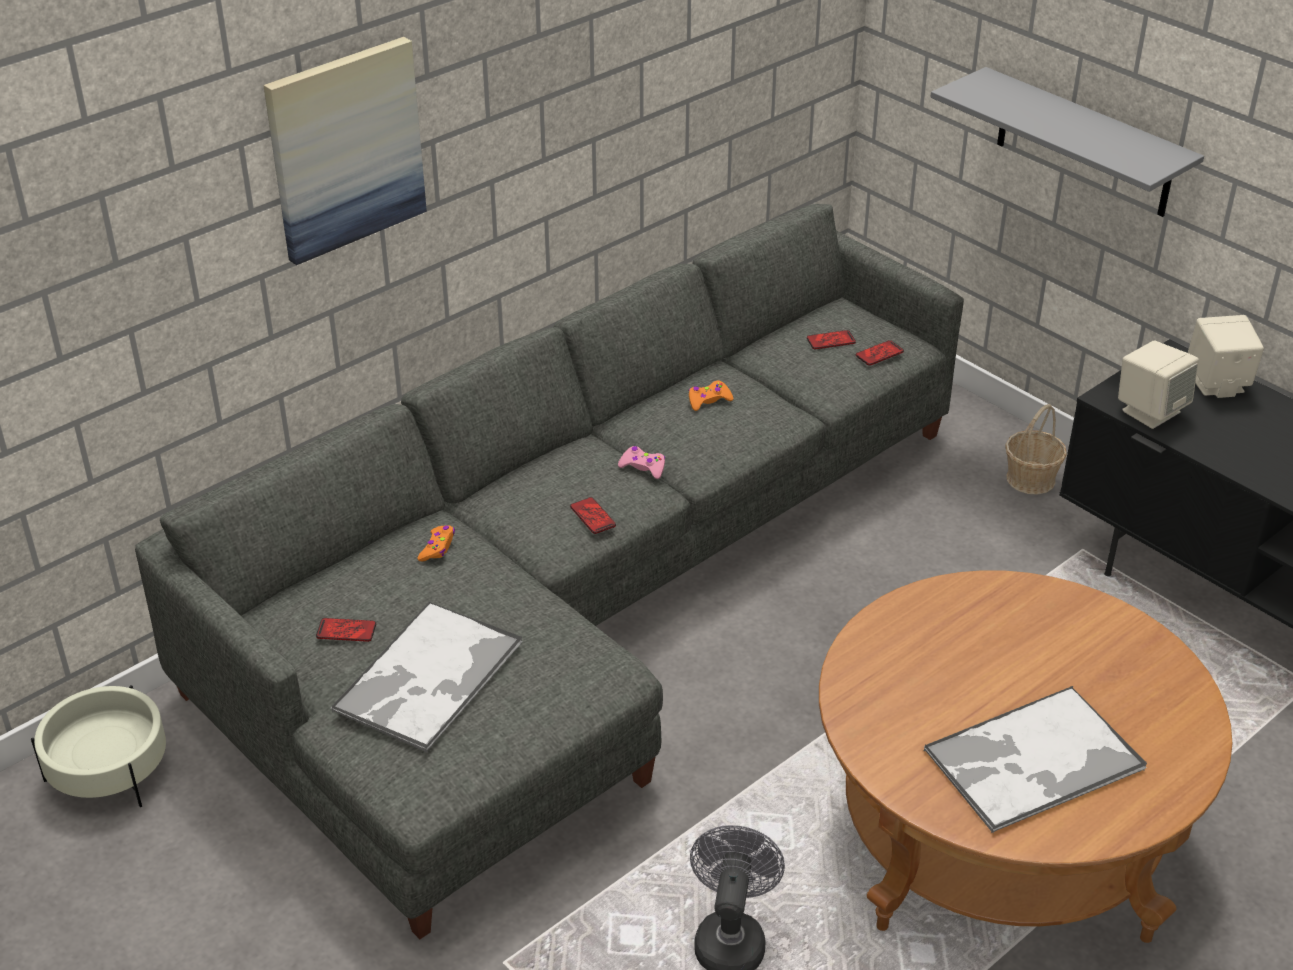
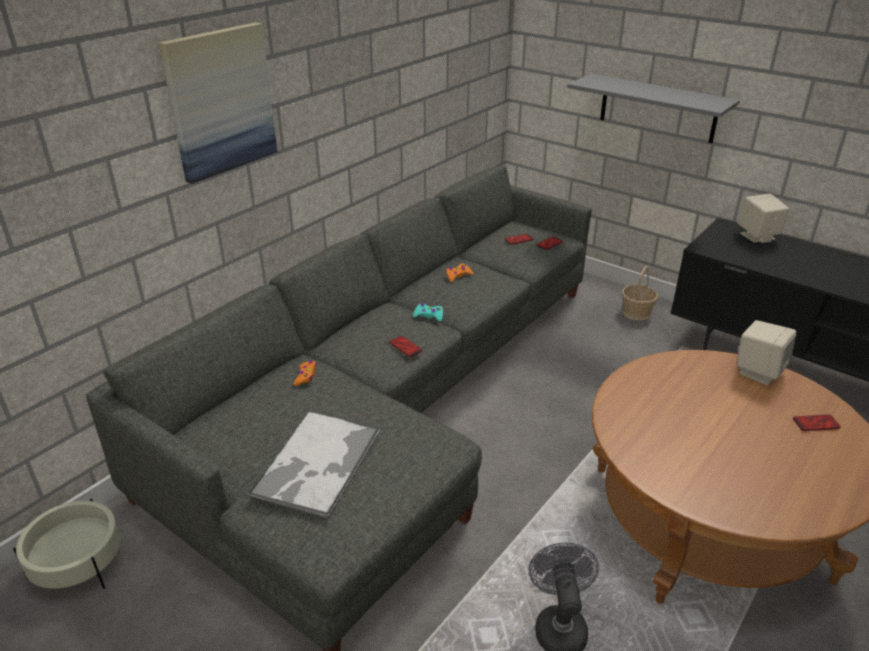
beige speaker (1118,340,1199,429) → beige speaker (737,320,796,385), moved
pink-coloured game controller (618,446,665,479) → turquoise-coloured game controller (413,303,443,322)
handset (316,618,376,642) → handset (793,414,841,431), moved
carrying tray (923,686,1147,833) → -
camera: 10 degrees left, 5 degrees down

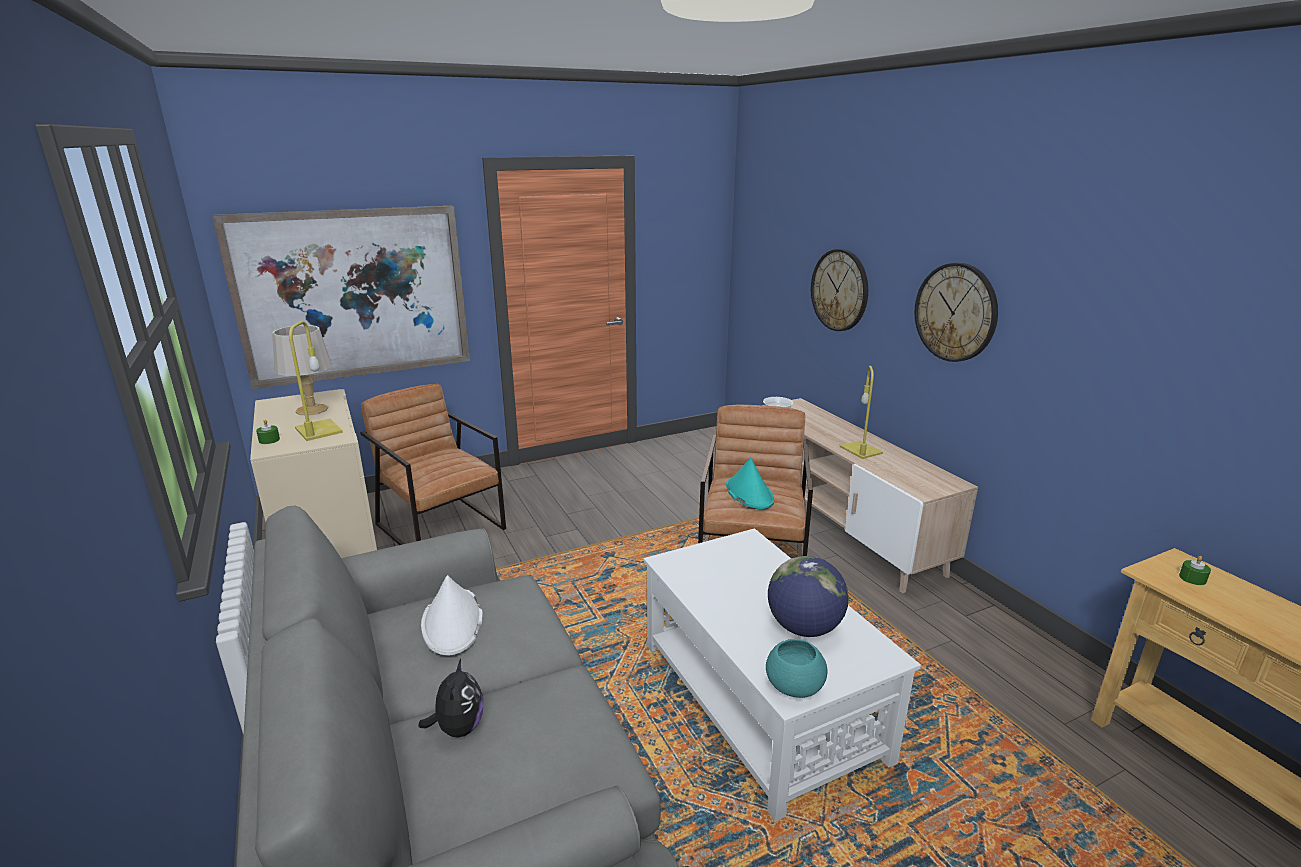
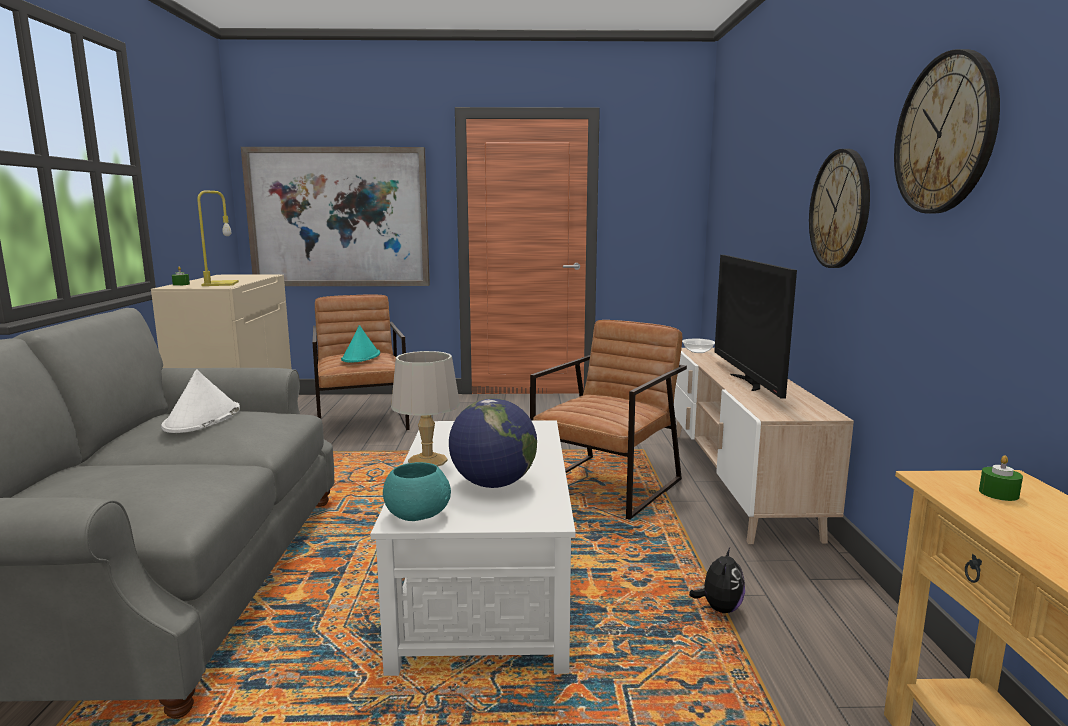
clock on the wall (811,249,868,331) → clock on the wall (894,49,1000,214), moved
gray tabletop lamp (272,325,332,416) → gray tabletop lamp (391,351,460,466), moved
yellow tabletop lamp (840,366,883,459) → television (714,255,797,399)
turquoise-coloured wearable hat (726,458,774,509) → turquoise-coloured wearable hat (341,325,380,363), moved
plush toy (418,659,483,738) → plush toy (689,546,745,613), moved
camera: 25 degrees right, 10 degrees down

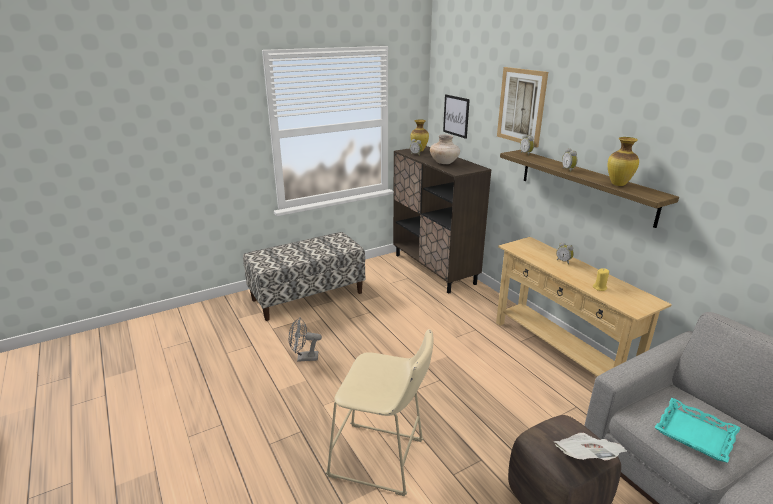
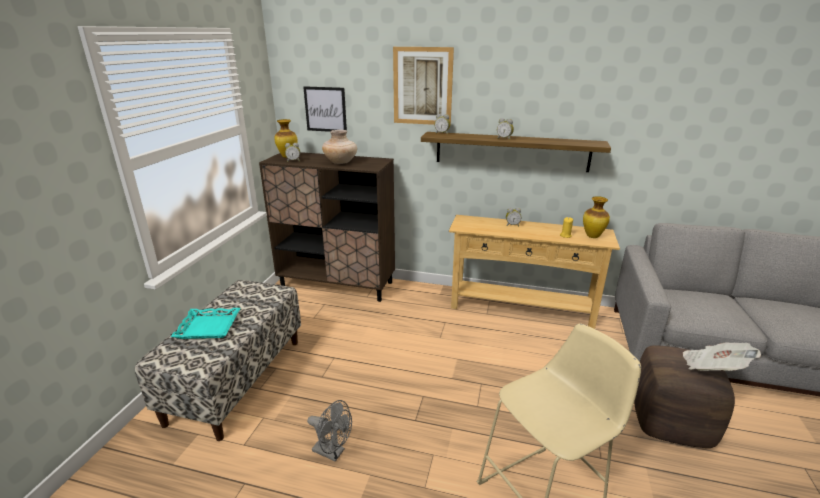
vase (607,137,639,186) → vase (583,196,610,238), moved
gray electric fan (289,318,322,362) → gray electric fan (307,400,352,462), 105 degrees counterclockwise
turquoise-coloured carrying tray (655,398,740,463) → turquoise-coloured carrying tray (171,308,241,339), moved
camera: 45 degrees left, 0 degrees up

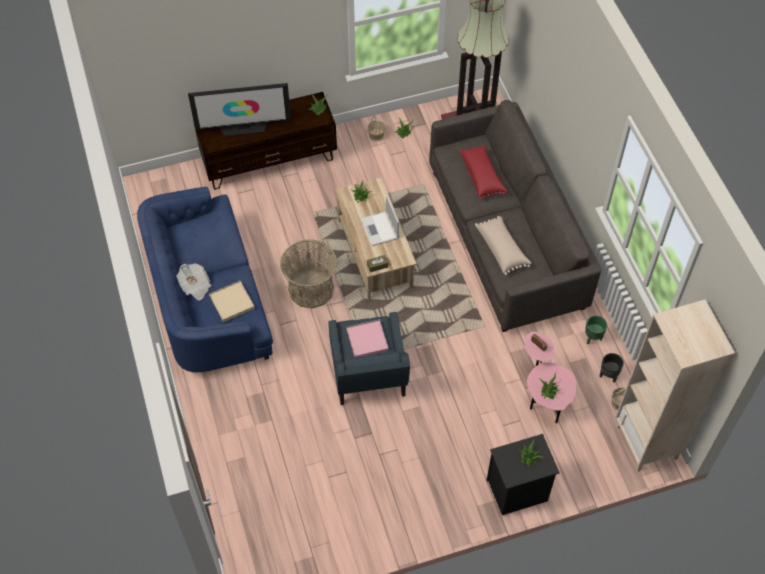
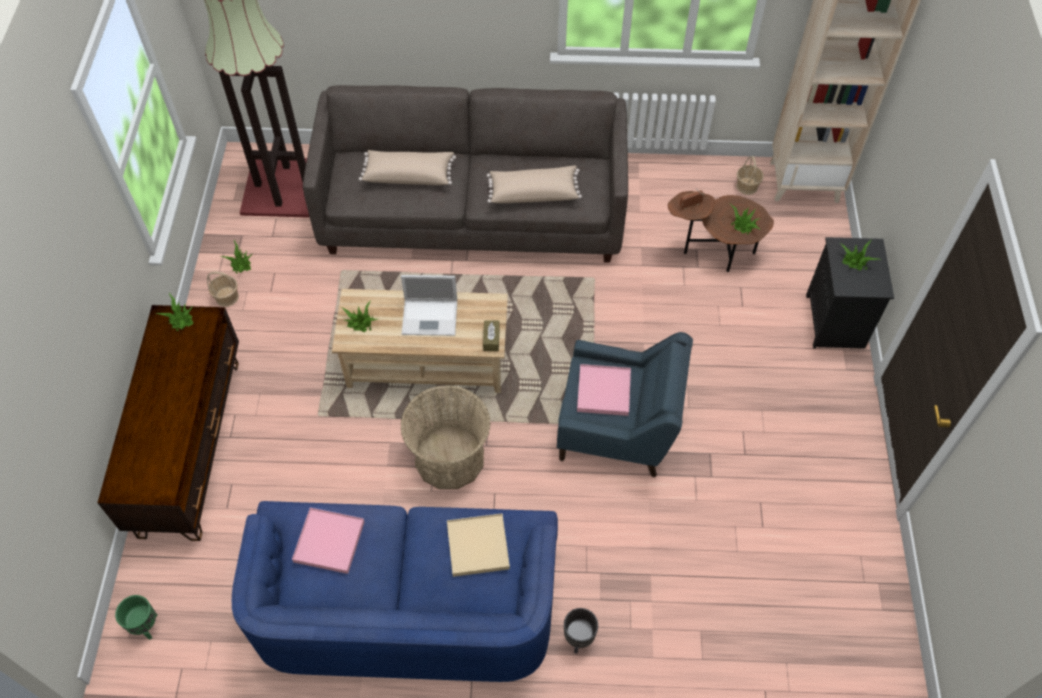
television (188,83,291,136) → -
red throw pillow (459,145,507,200) → beige throw pillow (359,150,456,185)
newspaper (176,263,212,300) → -
green-coloured planter (585,315,607,344) → green-coloured planter (115,595,157,640), moved
pink-coloured end table (525,332,576,423) → brown-coloured end table (668,191,774,272)
blackish planter (599,353,624,382) → blackish planter (564,608,598,653), moved
- → pink-coloured carrying tray (292,508,364,574)
camera: 70 degrees left, 0 degrees up

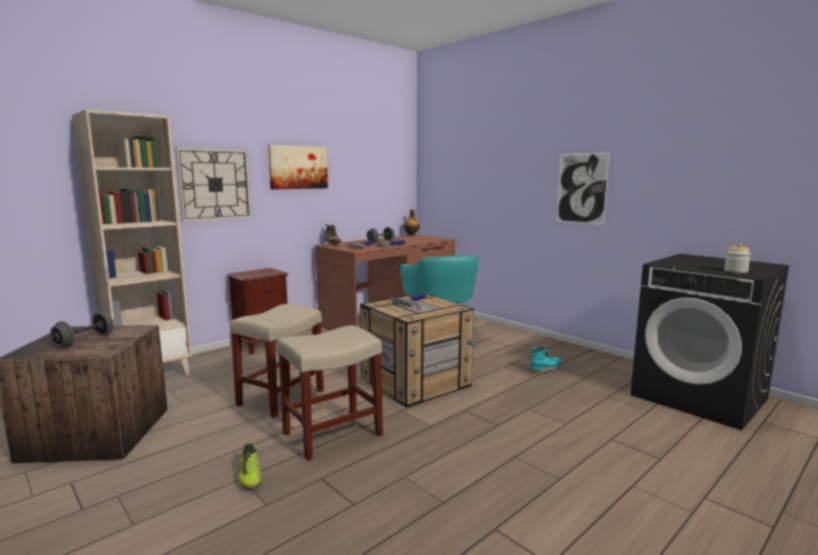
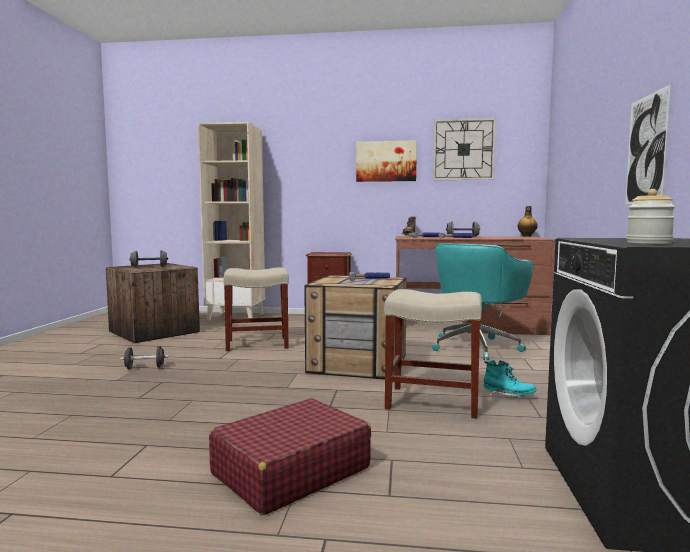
clock on the wall (175,148,252,222) → clock on the wall (433,118,496,180), moved
beige stool (277,325,383,461) → beige stool (384,289,482,419), moved
shoe (238,443,262,489) → blackish dumbbell (120,346,169,369)
- → red suitcase (209,398,371,515)
camera: 50 degrees right, 5 degrees down

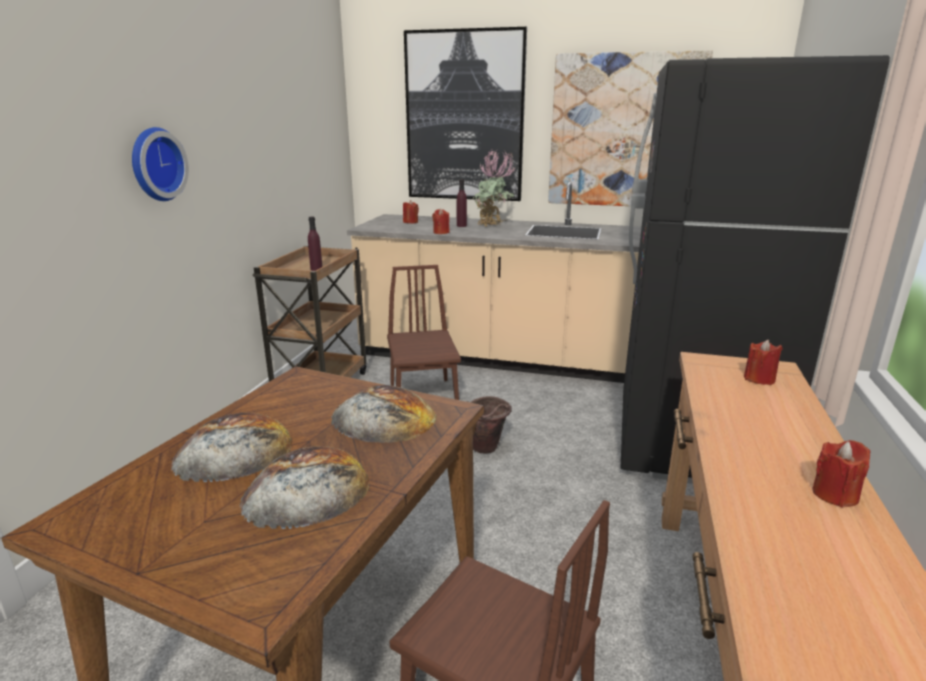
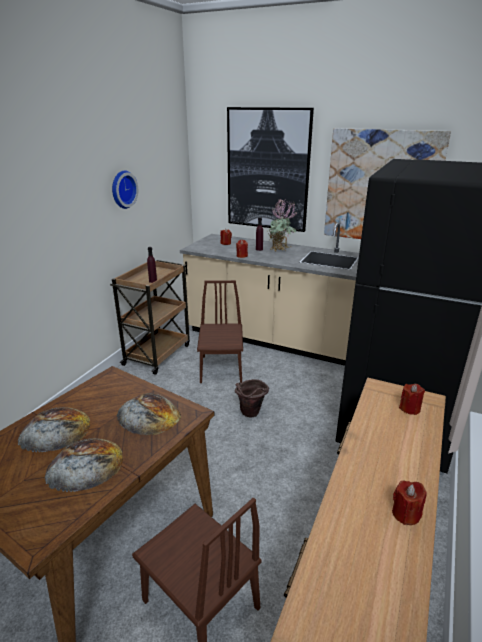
clock on the wall (132,127,189,201) → clock on the wall (112,170,138,209), moved
camera: 10 degrees right, 5 degrees up

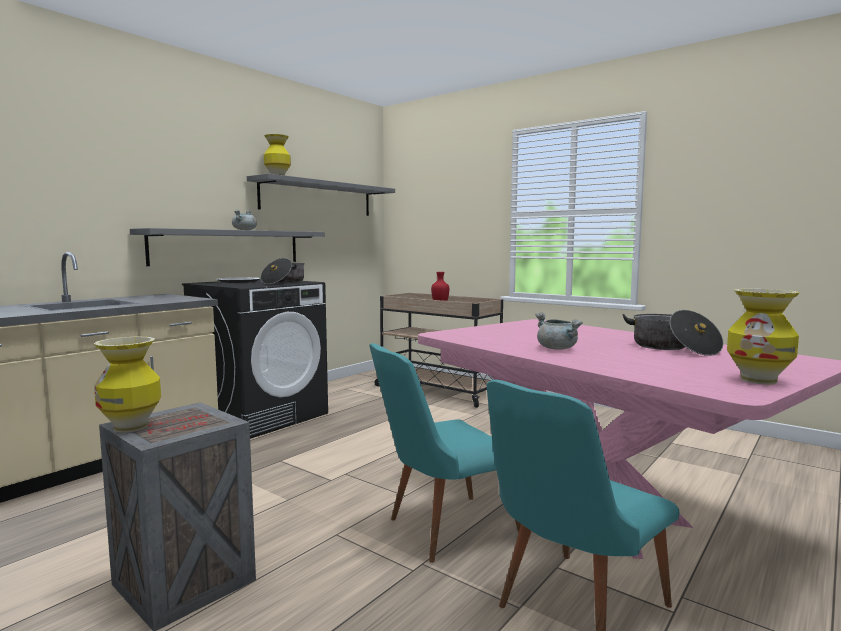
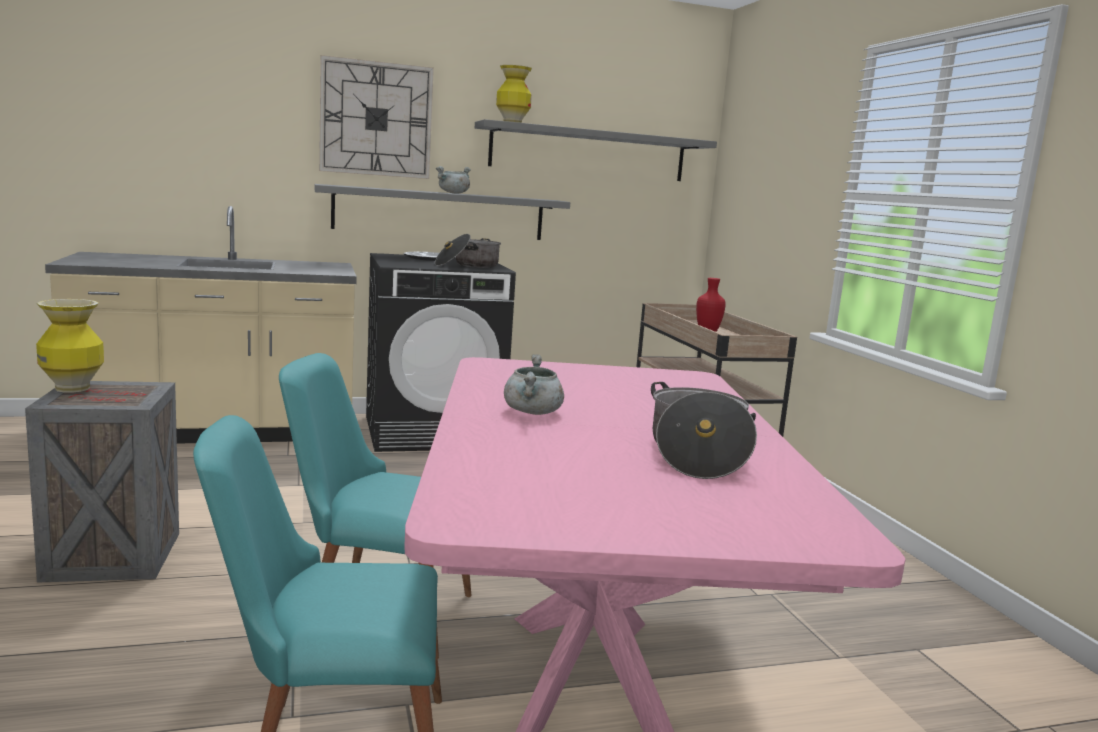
vase (727,289,800,385) → -
- → clock on the wall (319,55,434,179)
camera: 35 degrees right, 5 degrees up

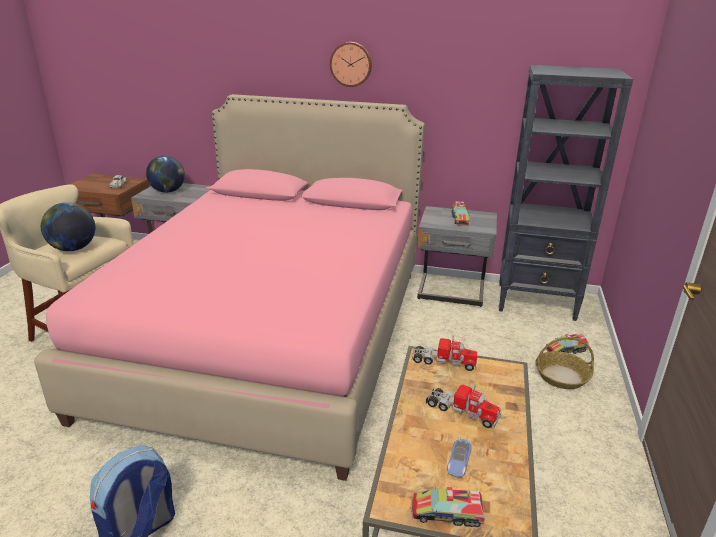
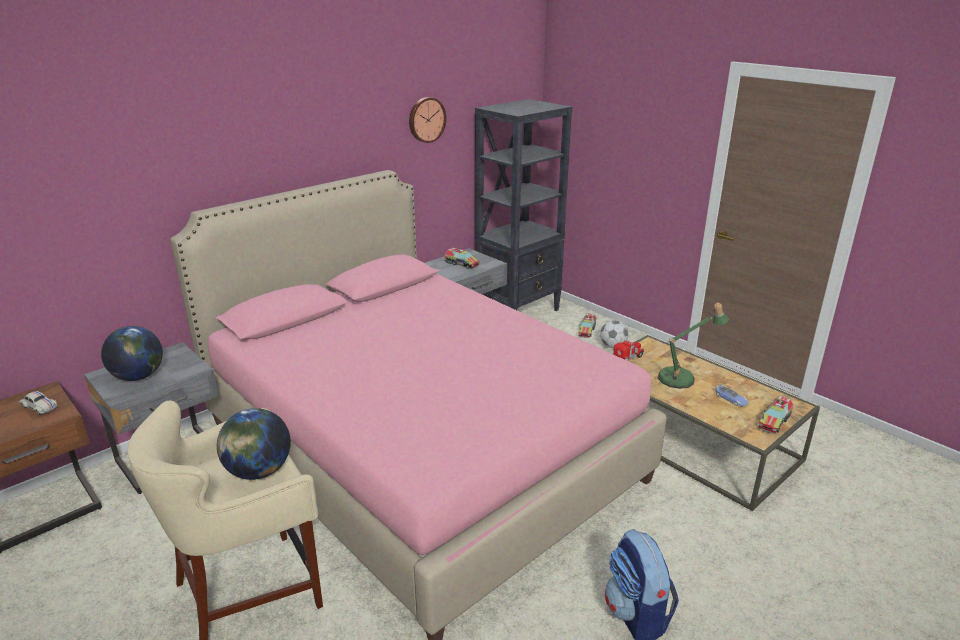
clock on the wall (330,42,372,87) → clock on the wall (409,97,446,143), moved
basket (535,337,594,389) → football ball (600,320,629,348)
toy truck (426,384,501,428) → tabletop lamp (658,302,729,389)
camera: 55 degrees left, 0 degrees up

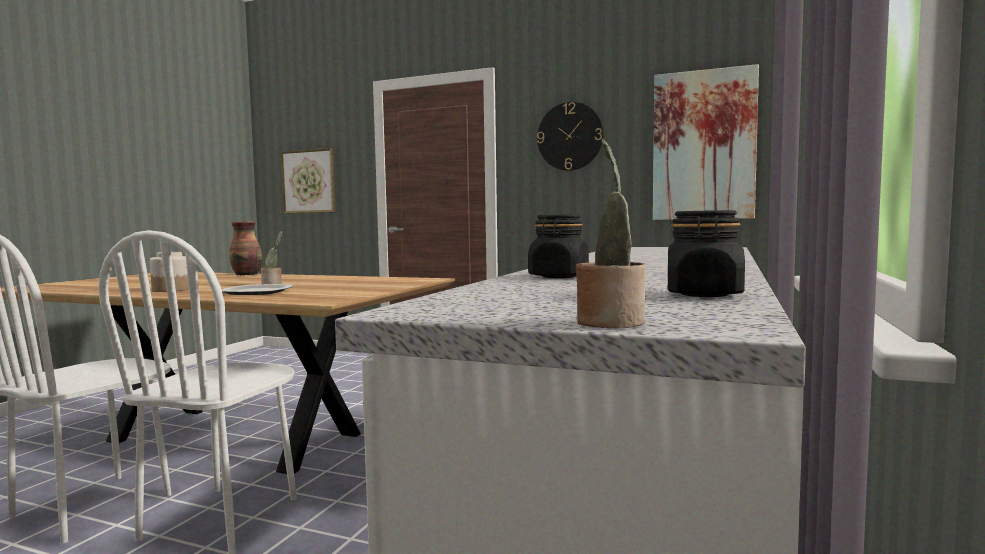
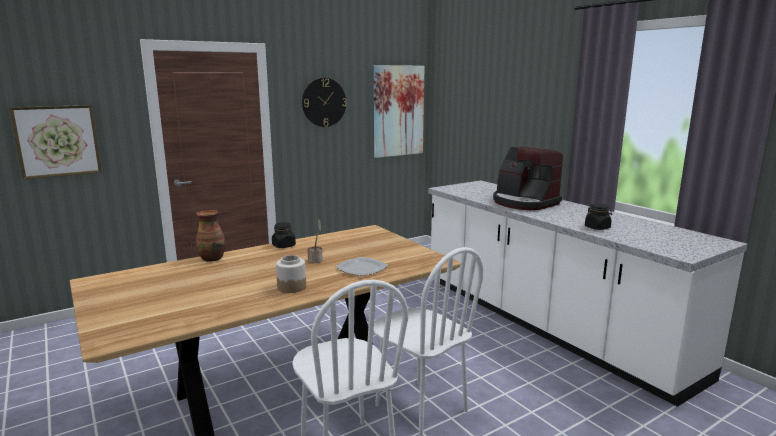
plant in a pot (576,139,646,328) → -
blackish preserve jar (668,210,745,297) → blackish preserve jar (272,222,296,248), moved
- → coffee brewer (493,147,563,210)
camera: 55 degrees left, 10 degrees up

